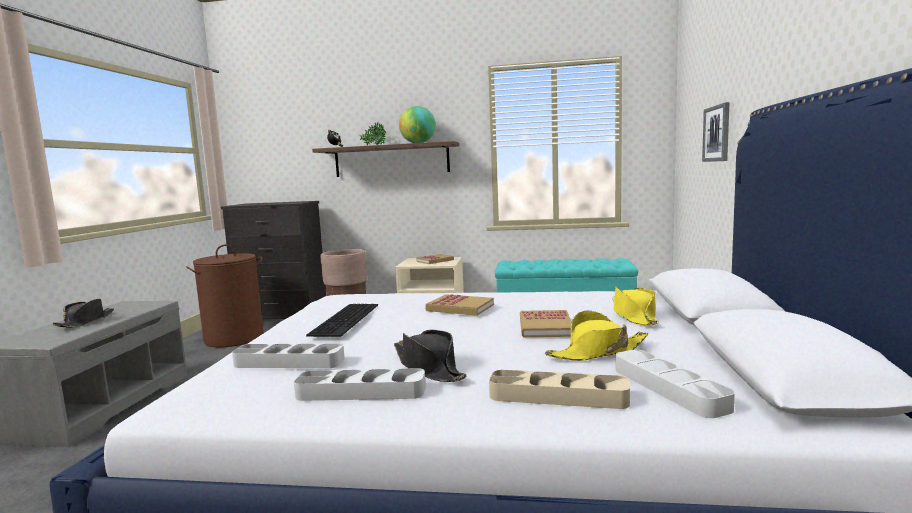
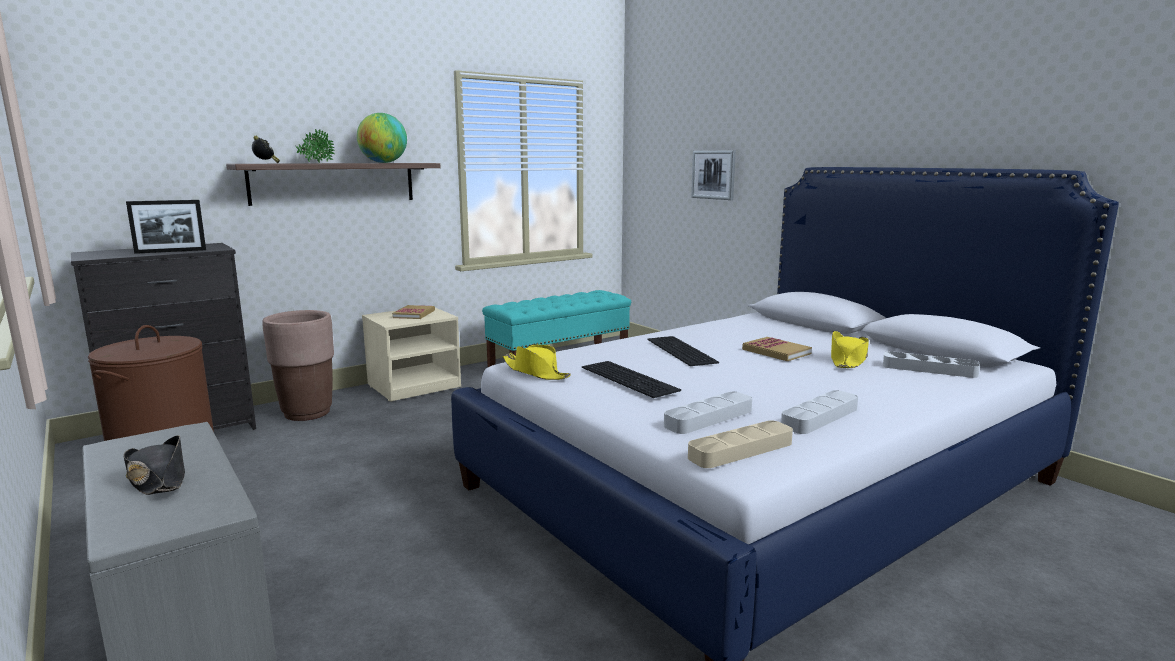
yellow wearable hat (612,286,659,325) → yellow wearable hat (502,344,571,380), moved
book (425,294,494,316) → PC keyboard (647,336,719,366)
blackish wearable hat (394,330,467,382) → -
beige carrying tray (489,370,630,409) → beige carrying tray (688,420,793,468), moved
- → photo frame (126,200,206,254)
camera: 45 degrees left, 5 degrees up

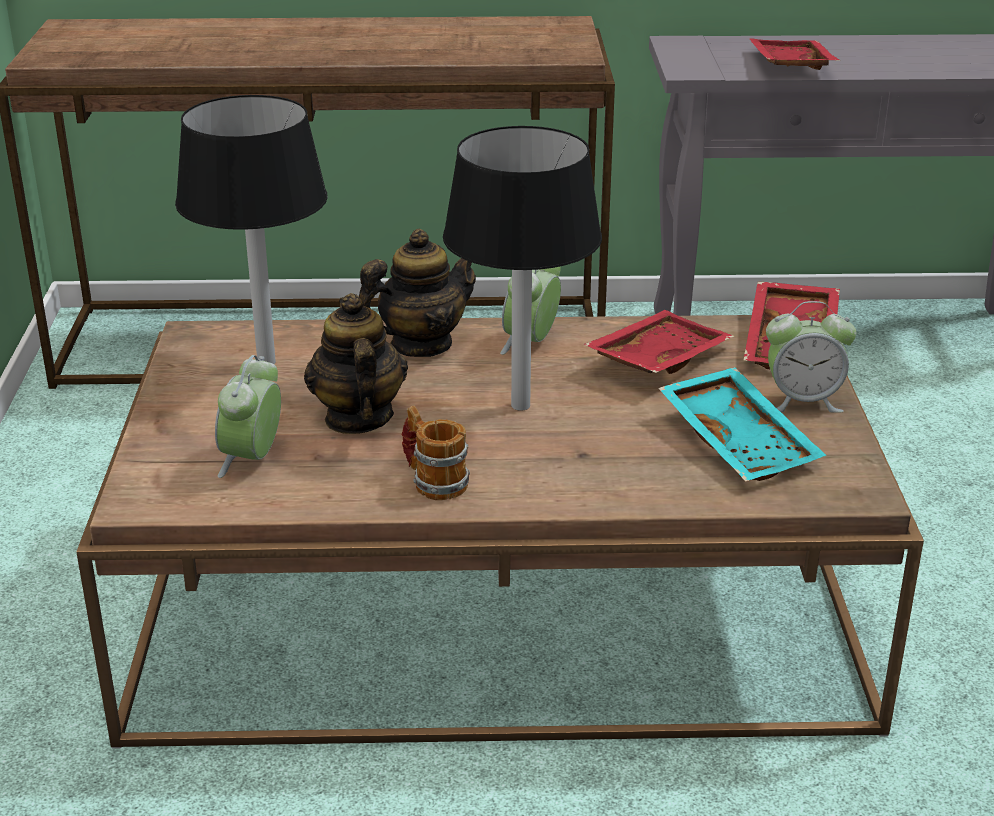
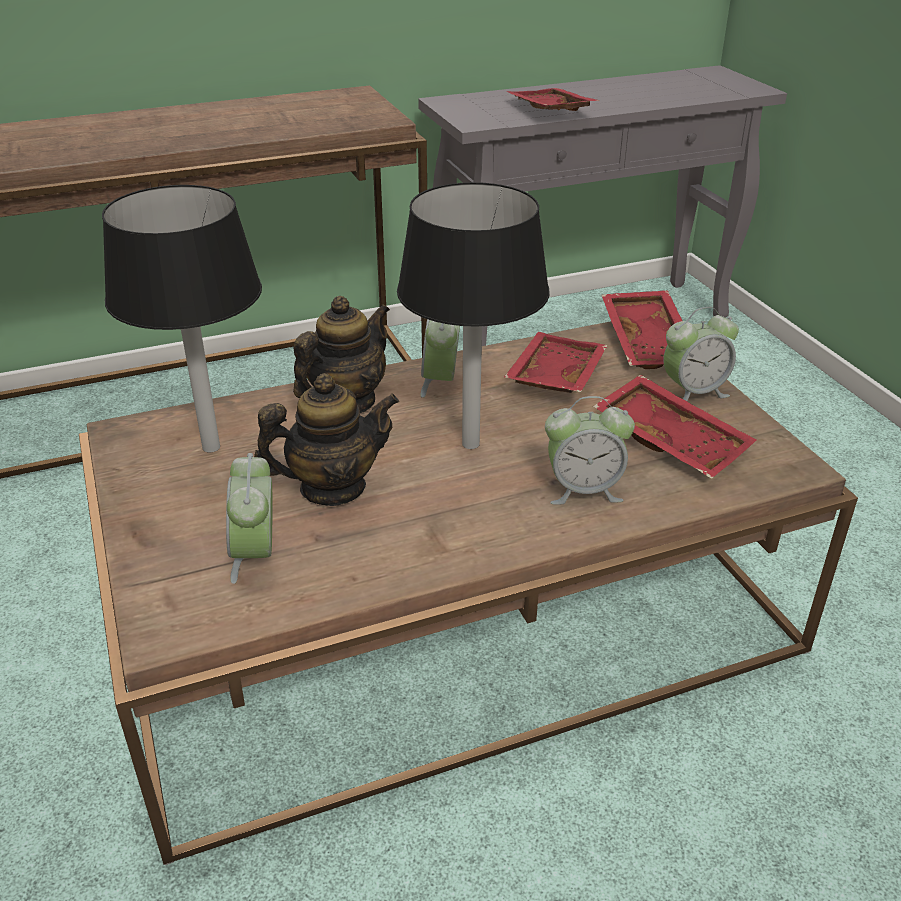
teapot (304,293,408,434) → teapot (254,373,399,506), 105 degrees clockwise
turquoise-coloured carrying tray (658,367,827,482) → red carrying tray (593,375,756,479)
coffee mug (402,406,470,500) → -
- → alarm clock (545,396,635,505)
camera: 20 degrees left, 5 degrees up

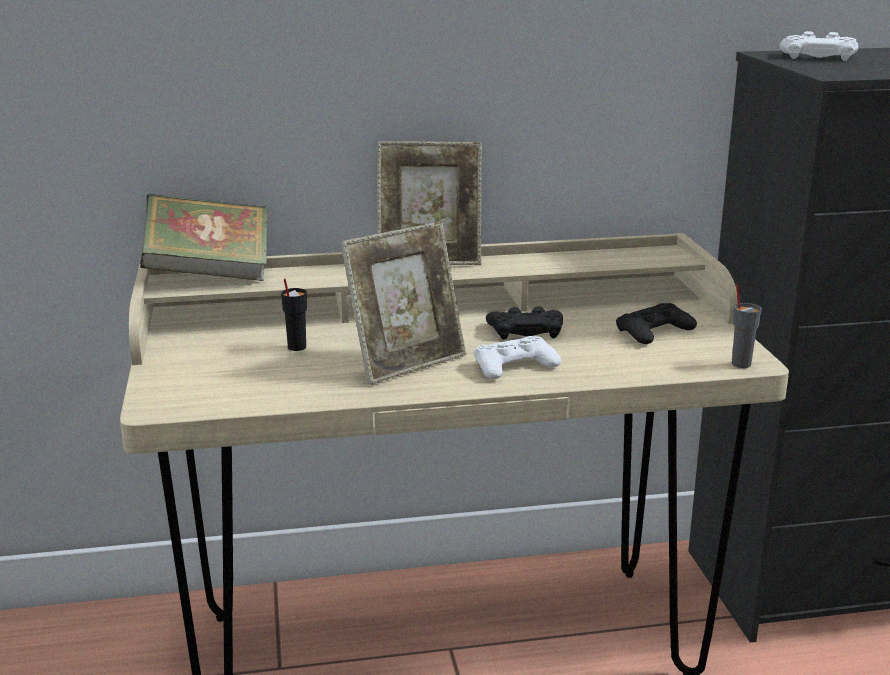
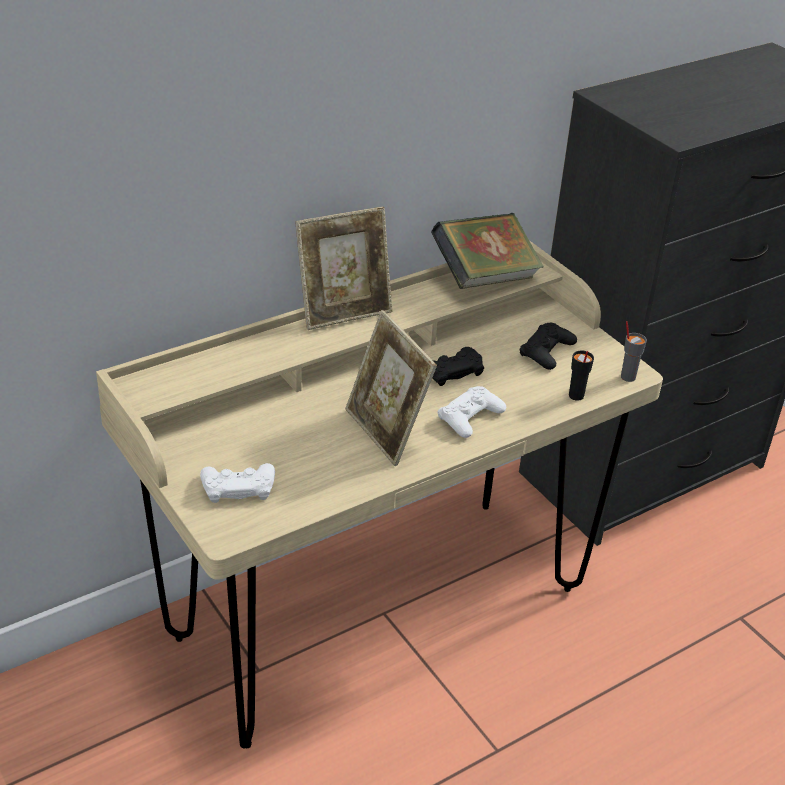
whitish game controller (780,31,858,61) → whitish game controller (200,463,275,503), moved
book (140,194,267,281) → book (431,213,544,289), moved
photo frame (340,221,466,385) → photo frame (345,310,437,466), 120 degrees clockwise
blackish drinking cup (281,279,307,351) → blackish drinking cup (569,351,594,401), moved
camera: 25 degrees left, 15 degrees up

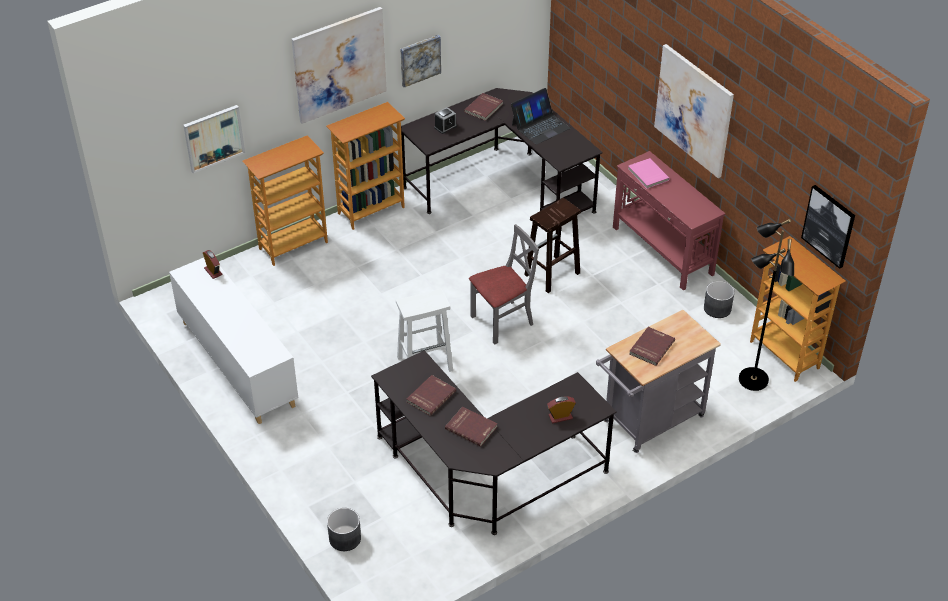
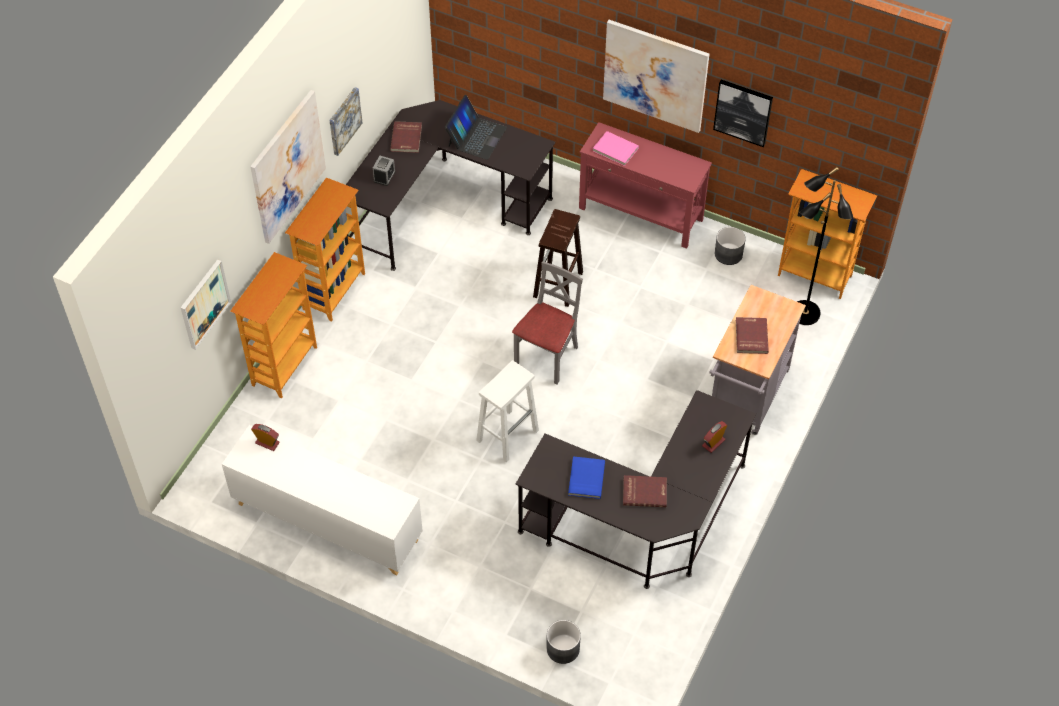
picture (801,185,855,269) → picture (713,80,773,147), moved
red book (407,375,456,416) → blue book (568,456,605,499)
camera: 30 degrees left, 10 degrees up

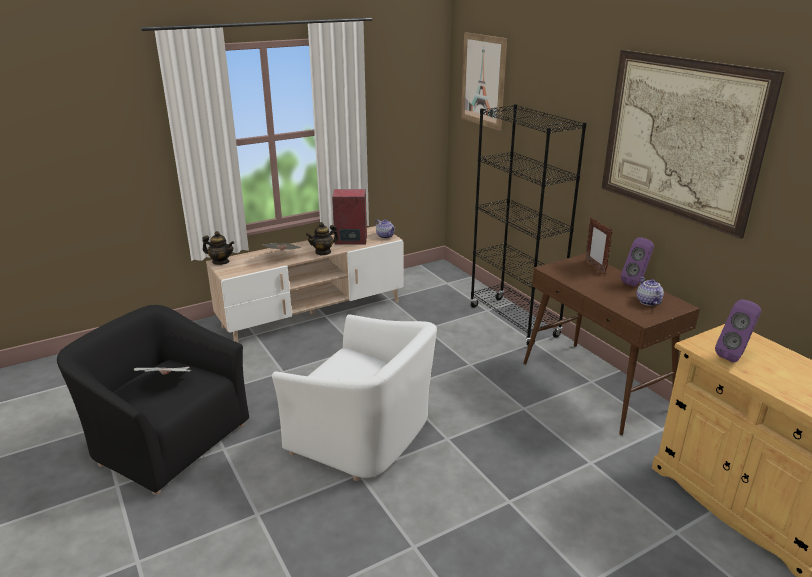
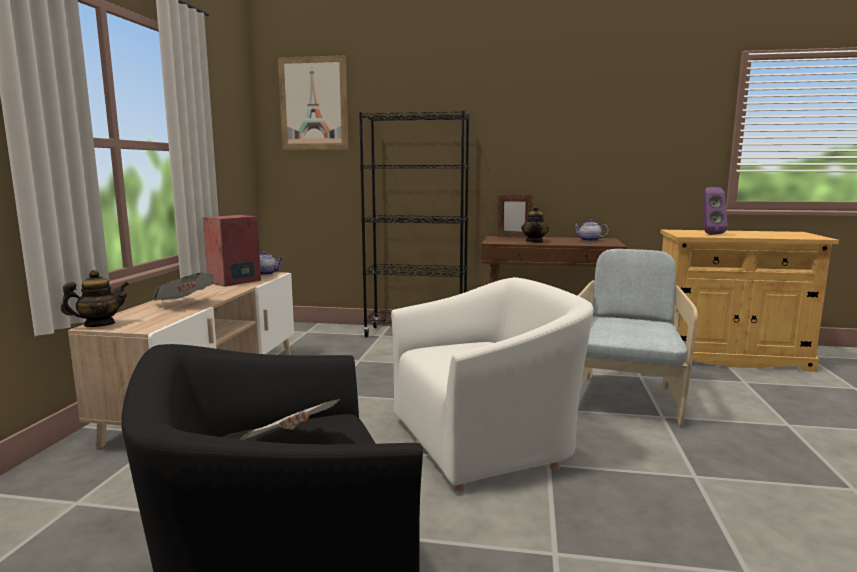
picture (601,50,784,239) → -
teapot (306,222,339,255) → teapot (521,206,549,243), moved
purple speaker (621,237,654,287) → -
- → beige lounge chair (578,249,698,426)
camera: 50 degrees left, 15 degrees down

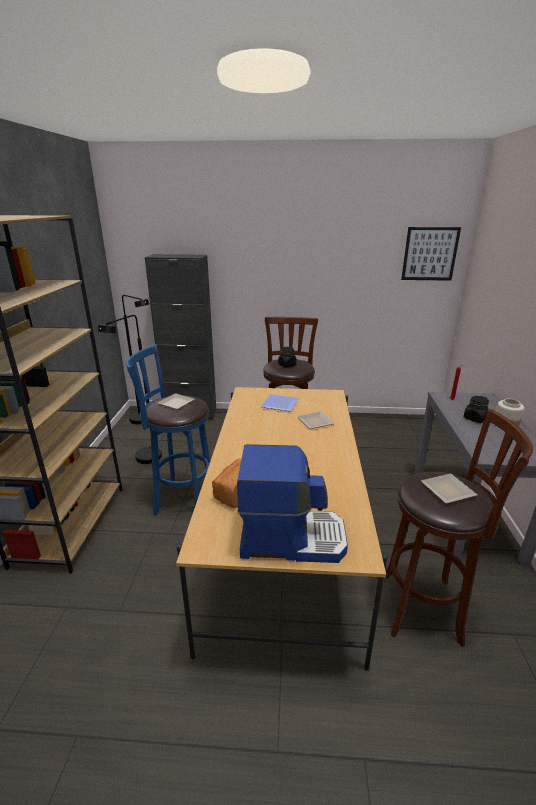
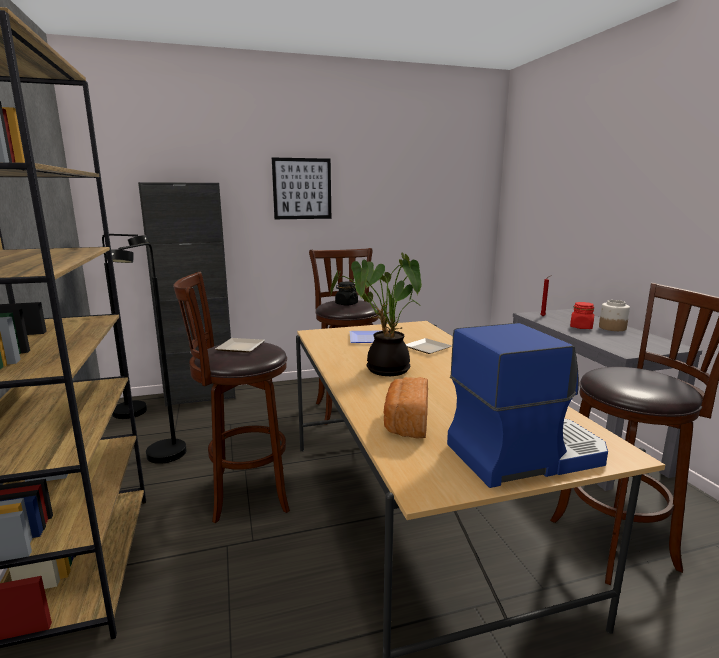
picture (401,227,461,281) → picture (272,157,331,219), moved
blue stool (126,344,210,516) → brown-coloured stool (173,272,290,523)
blackish preserve jar (464,396,489,423) → red preserve jar (570,302,594,329)
flat dish (421,474,477,504) → -
- → plant in a pot (330,252,422,376)
camera: 20 degrees left, 10 degrees down

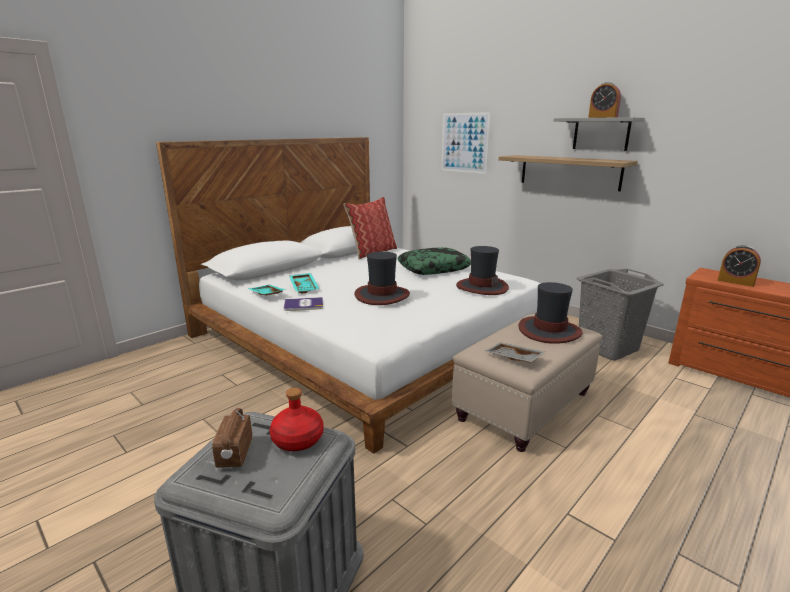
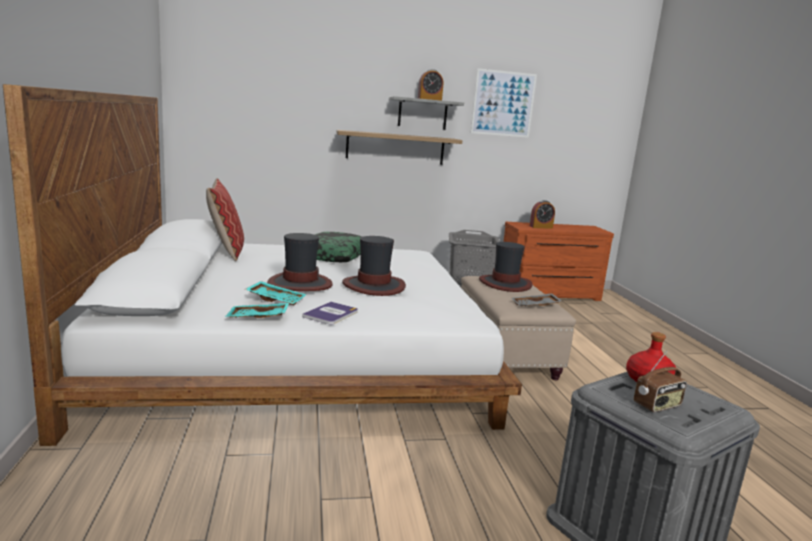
picture (441,112,491,174) → picture (471,68,537,138), moved
wearable hat (456,246,509,295) → wearable hat (267,233,333,291), moved
radio (212,408,252,468) → radio (634,351,687,412), 60 degrees counterclockwise
camera: 55 degrees left, 5 degrees down

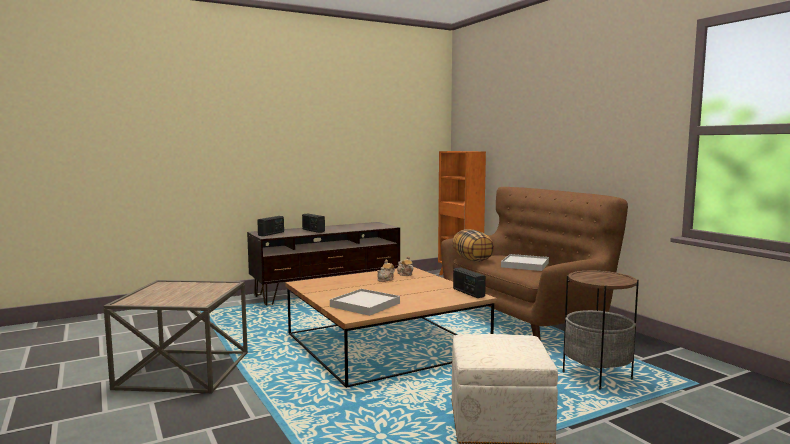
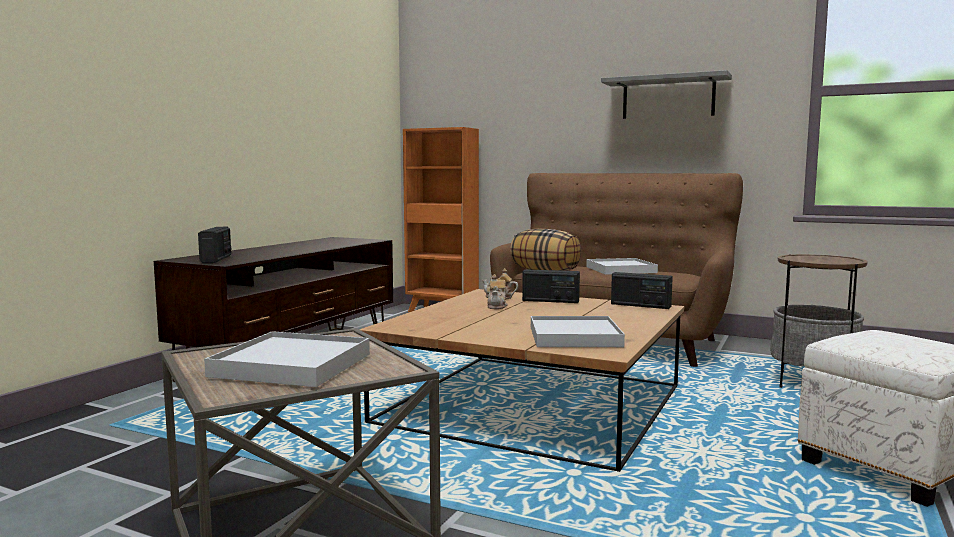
radio (302,213,325,233) → radio (522,269,580,303), moved
- → gray wall shelf (601,70,732,119)
- → whitish carrying tray (204,331,370,387)
camera: 35 degrees left, 0 degrees up

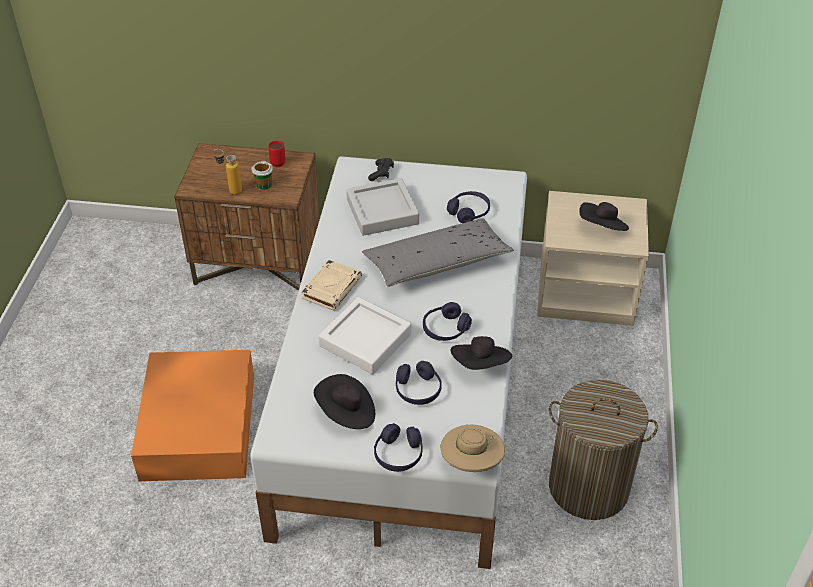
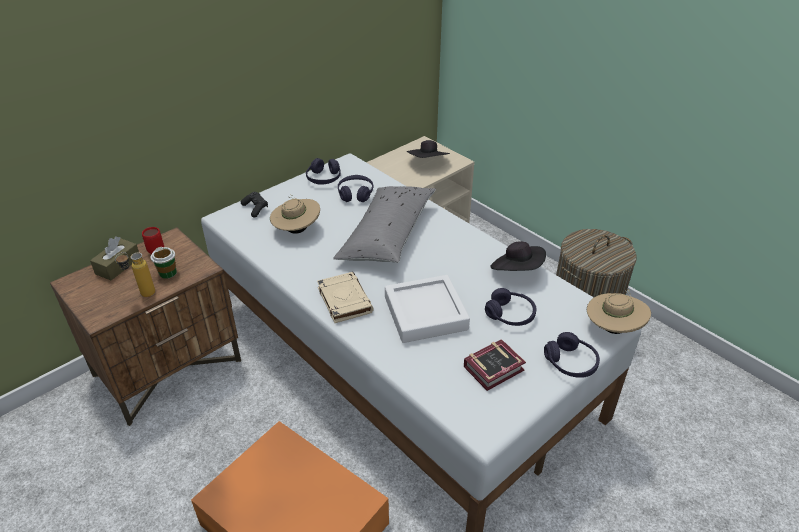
gray carrying tray (346,178,419,236) → beige wearable hat (270,194,320,234)
purple pair of headphones (423,302,472,341) → purple pair of headphones (306,158,341,185), moved
blackish wearable hat (314,374,375,429) → book (464,339,526,391)
- → brown-coloured box of tissues (90,236,139,280)
camera: 50 degrees left, 5 degrees down

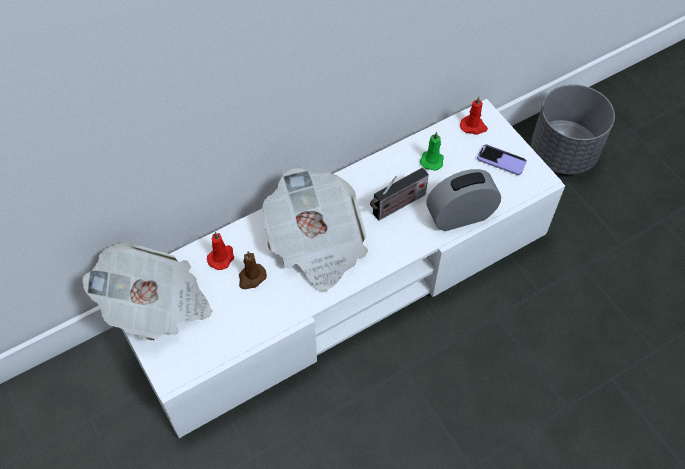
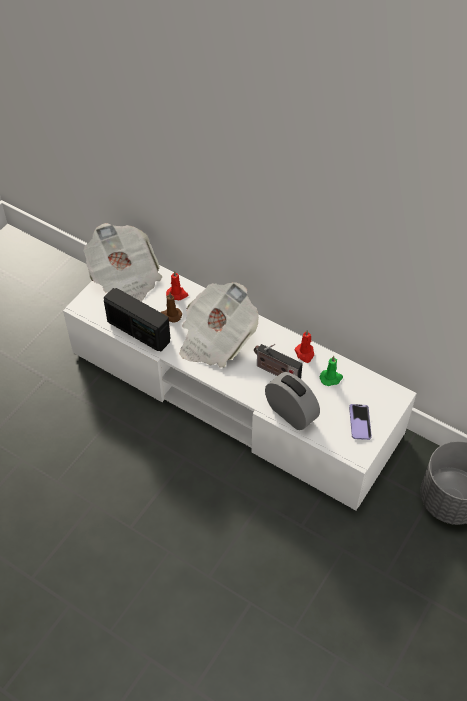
red wax candle (460,97,488,135) → red wax candle (295,330,314,363), moved
- → radio (104,288,170,351)
camera: 65 degrees right, 5 degrees down

